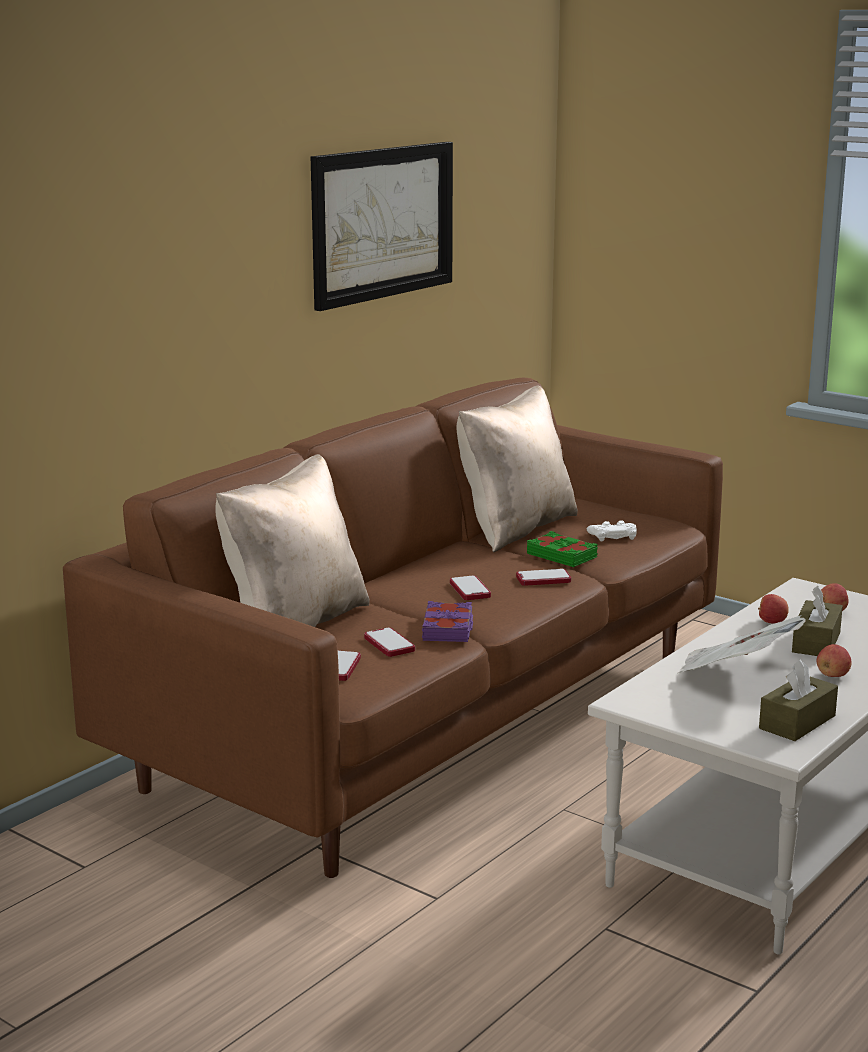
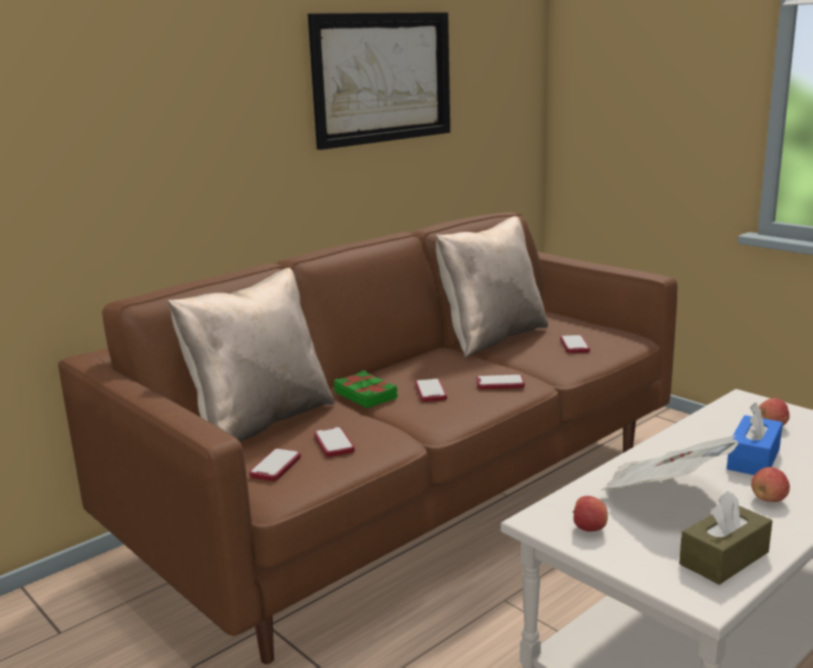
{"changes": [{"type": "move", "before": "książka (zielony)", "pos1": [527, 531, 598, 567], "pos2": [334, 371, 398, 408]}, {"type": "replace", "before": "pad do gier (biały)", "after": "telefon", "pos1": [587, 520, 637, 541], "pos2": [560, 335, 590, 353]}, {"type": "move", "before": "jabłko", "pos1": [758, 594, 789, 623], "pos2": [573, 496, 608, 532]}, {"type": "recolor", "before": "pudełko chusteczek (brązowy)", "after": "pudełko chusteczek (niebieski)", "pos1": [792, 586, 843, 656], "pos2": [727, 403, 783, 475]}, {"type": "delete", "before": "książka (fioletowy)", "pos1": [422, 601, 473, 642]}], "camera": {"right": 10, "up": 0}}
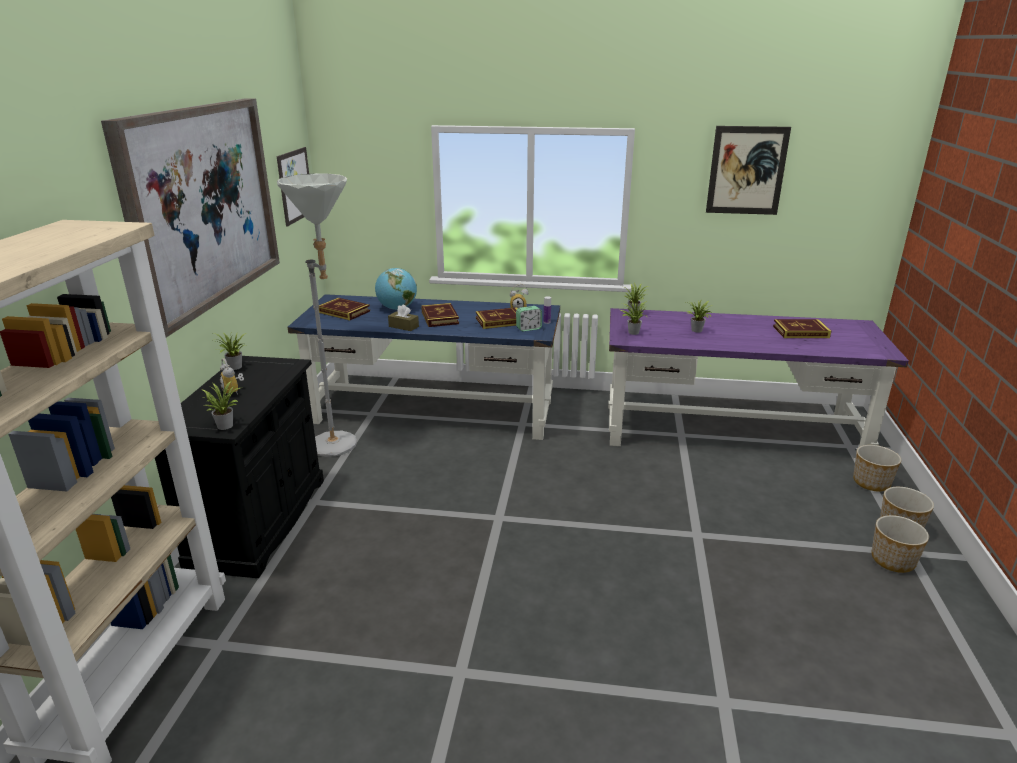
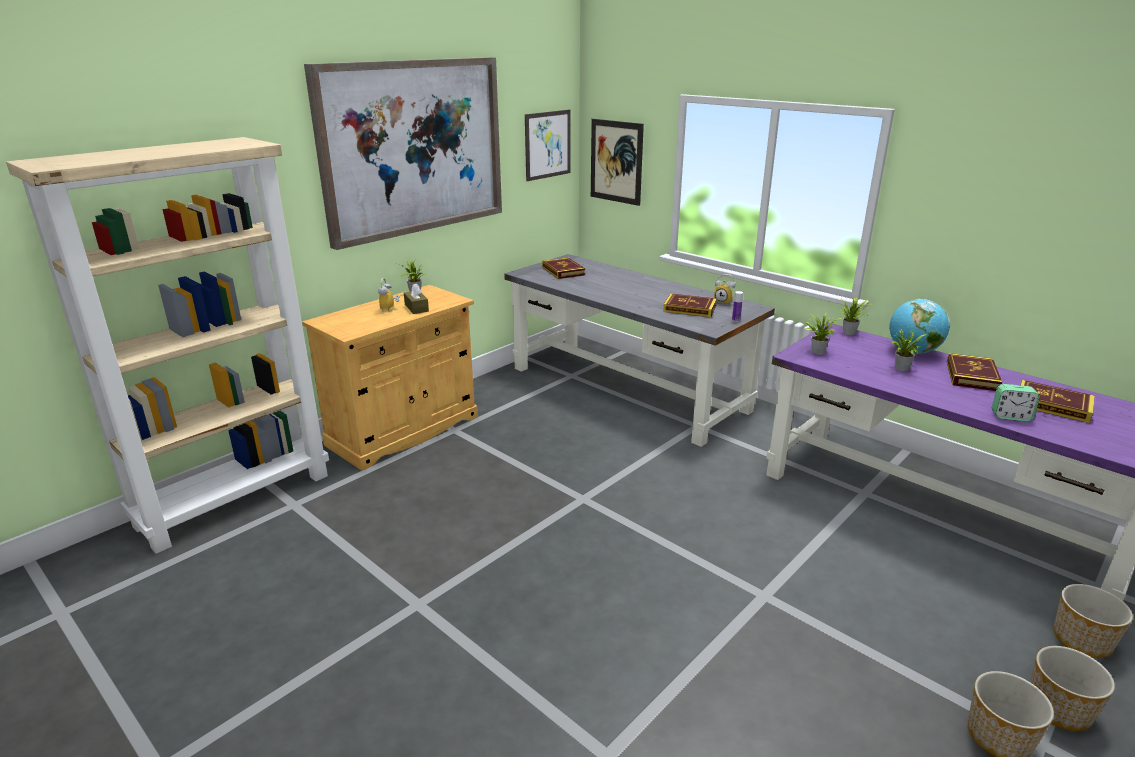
{"changes": [{"type": "recolor", "before": "szafka (czarny)", "after": "szafka (beżowy)", "pos1": [155, 356, 324, 578], "pos2": [302, 285, 478, 471]}, {"type": "move", "before": "pudełko chusteczek (brązowy)", "pos1": [388, 304, 419, 331], "pos2": [404, 283, 429, 314]}, {"type": "recolor", "before": "biurko (niebieski)", "after": "biurko (szary)", "pos1": [288, 294, 560, 440], "pos2": [504, 254, 775, 447]}, {"type": "move", "before": "obraz", "pos1": [706, 126, 791, 215], "pos2": [591, 119, 644, 206]}, {"type": "move", "before": "globus", "pos1": [375, 268, 417, 310], "pos2": [890, 299, 950, 354]}, {"type": "move", "before": "książka", "pos1": [421, 303, 459, 327], "pos2": [947, 353, 1002, 391]}, {"type": "move", "before": "budzik", "pos1": [516, 306, 542, 331], "pos2": [992, 384, 1040, 422]}, {"type": "delete", "before": "roślina doniczkowa", "pos1": [201, 381, 240, 430]}, {"type": "delete", "before": "lampa stojąca (szary)", "pos1": [277, 173, 357, 457]}], "camera": {"right": 35, "up": 0}}
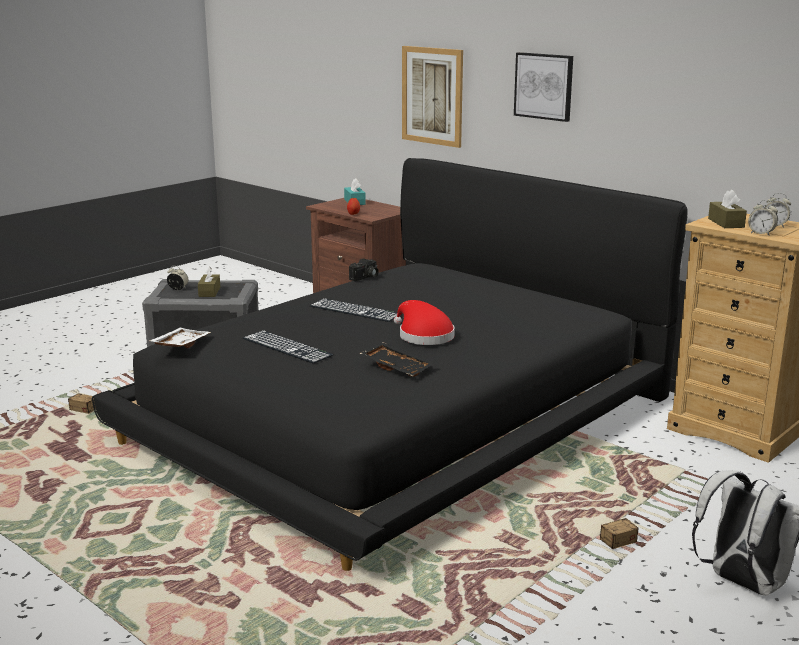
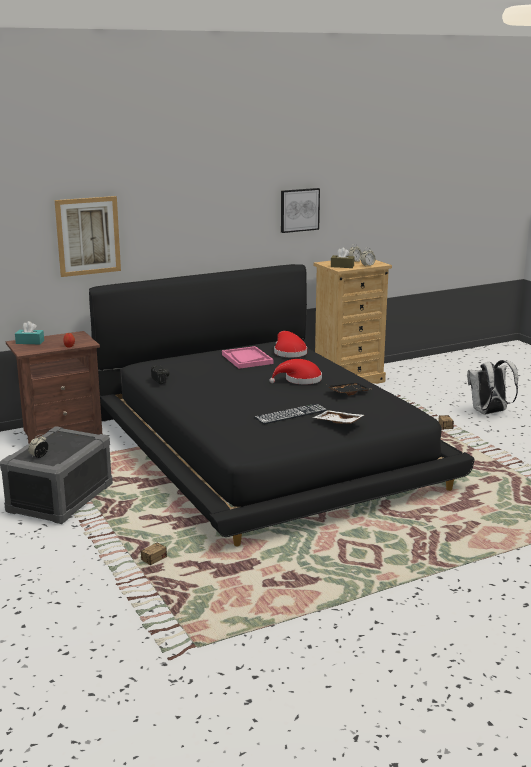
{"changes": [{"type": "insert", "after": "taca (różowy)", "pos2": [222, 346, 274, 369]}, {"type": "insert", "after": "kapelusz (czerwony)", "pos2": [274, 331, 307, 357]}, {"type": "move", "before": "obraz", "pos1": [514, 52, 573, 122], "pos2": [281, 188, 320, 233]}, {"type": "move", "before": "taca (biały)", "pos1": [149, 328, 211, 348], "pos2": [313, 410, 364, 424]}, {"type": "delete", "before": "pudełko chusteczek (brązowy)", "pos1": [198, 266, 220, 297]}, {"type": "delete", "before": "klawiatura", "pos1": [310, 298, 397, 322]}], "camera": {"right": -70, "up": 0}}
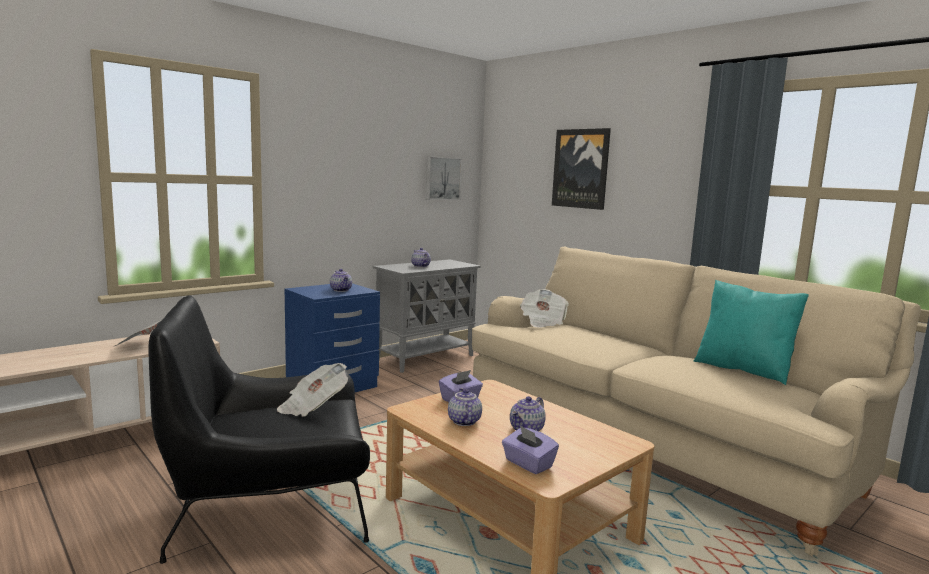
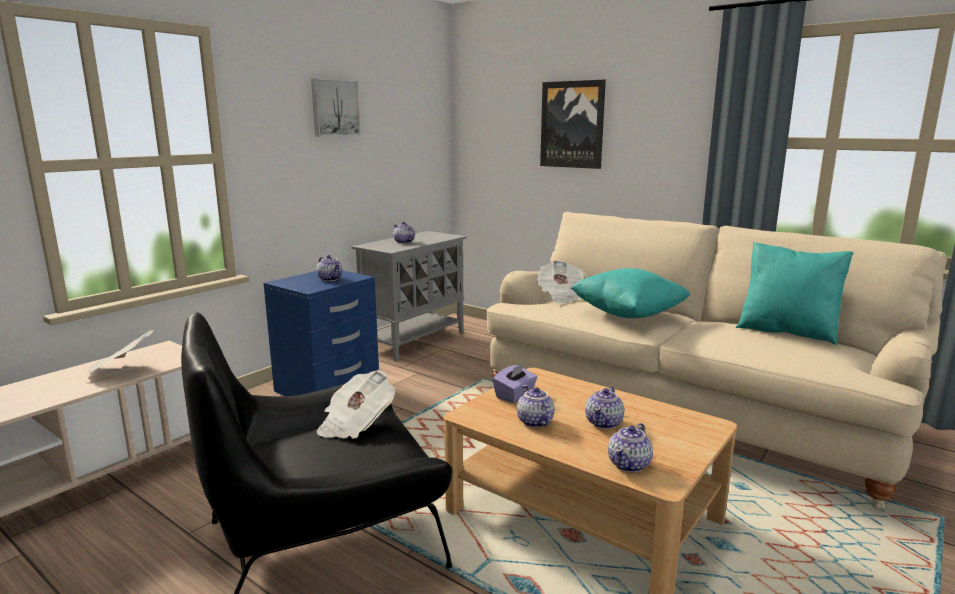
{"changes": [{"type": "move", "before": "obraz", "pos1": [426, 156, 462, 200], "pos2": [311, 78, 361, 136]}, {"type": "insert", "after": "poduszka (turkusowy)", "pos2": [570, 268, 690, 318]}, {"type": "replace", "before": "pudełko chusteczek (fioletowy)", "after": "imbryk", "pos1": [502, 425, 559, 474], "pos2": [608, 423, 653, 472]}], "camera": {"right": -10, "up": 5}}
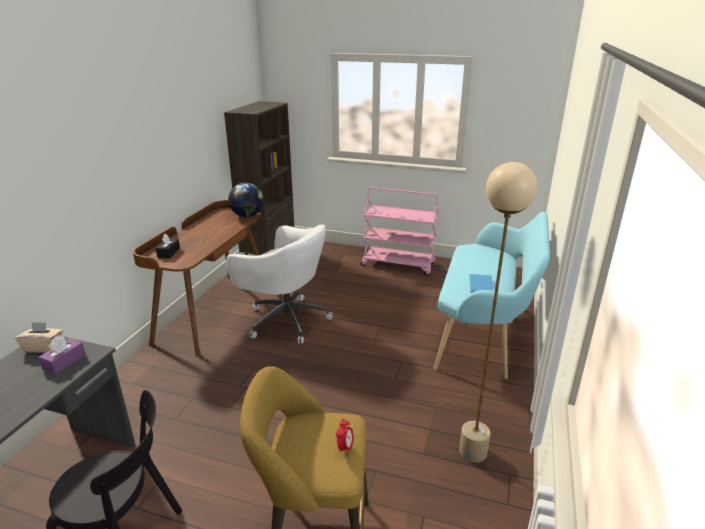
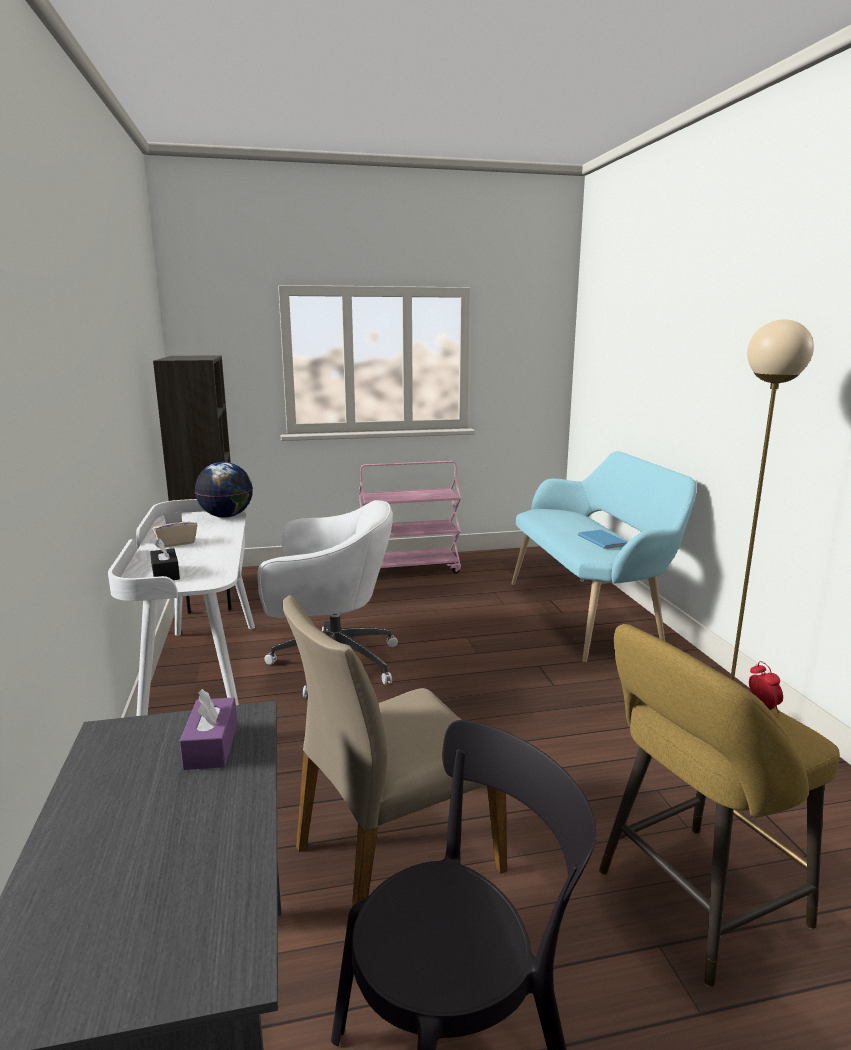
{"changes": [{"type": "recolor", "before": "biurko (brązowy)", "after": "biurko (biały)", "pos1": [133, 200, 261, 357], "pos2": [108, 499, 255, 716]}, {"type": "move", "before": "pudełko chusteczek (beżowy)", "pos1": [15, 322, 63, 353], "pos2": [152, 511, 197, 547]}, {"type": "insert", "after": "krzesło (beżowy)", "pos2": [283, 595, 507, 907]}], "camera": {"right": -30, "up": -10}}
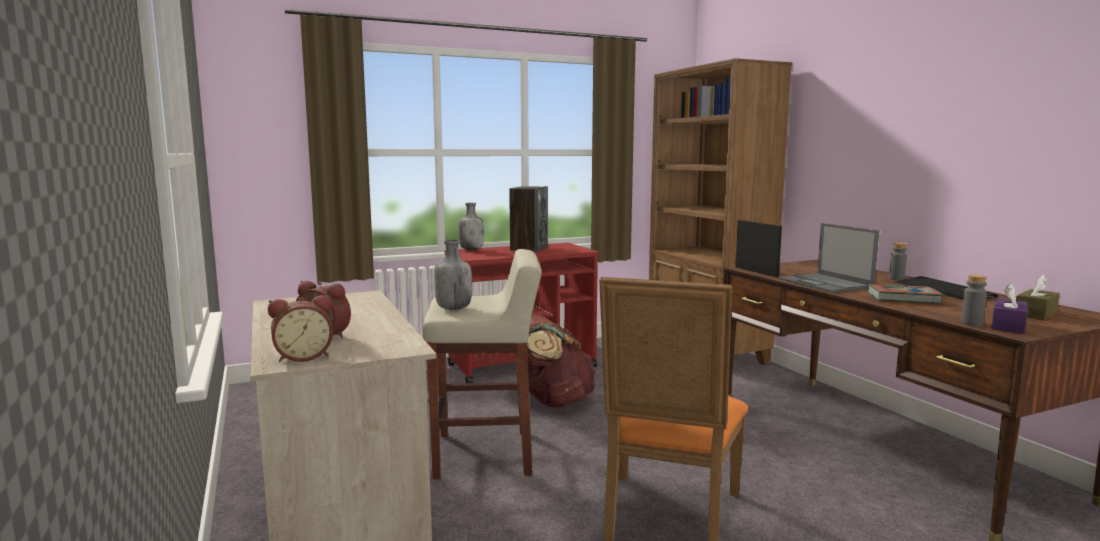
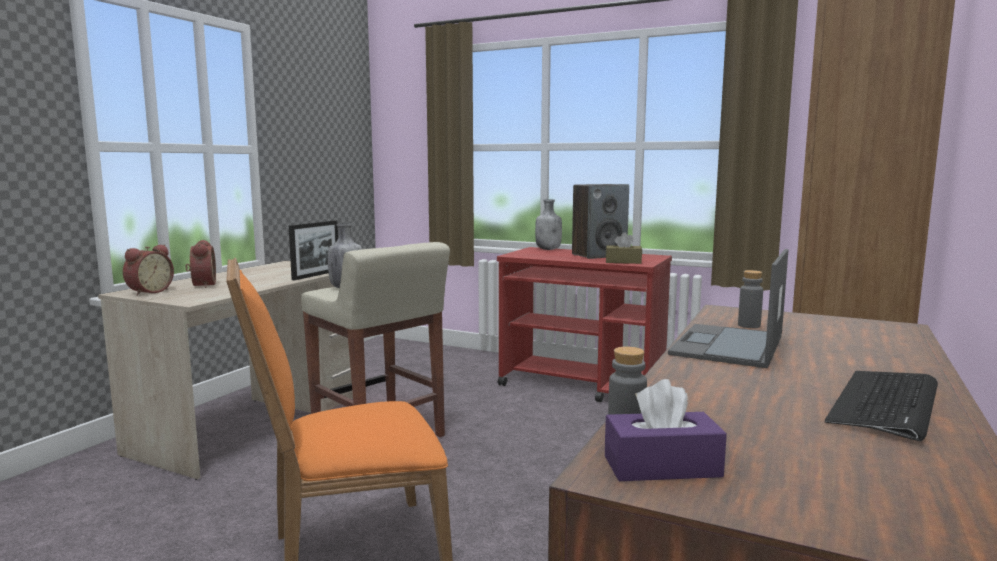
{"changes": [{"type": "rotate", "before": "budzik", "pos1": [268, 295, 333, 362], "pos2": [123, 244, 174, 296], "turn": -90}, {"type": "move", "before": "ramka na zdjęcie", "pos1": [735, 220, 782, 277], "pos2": [289, 220, 338, 280]}, {"type": "move", "before": "pudełko chusteczek (brązowy)", "pos1": [1016, 275, 1060, 320], "pos2": [606, 232, 642, 264]}, {"type": "move", "before": "butelka (szary)", "pos1": [889, 243, 907, 280], "pos2": [738, 270, 763, 328]}, {"type": "delete", "before": "plecak (brązowy)", "pos1": [527, 314, 597, 408]}, {"type": "delete", "before": "książka", "pos1": [867, 284, 943, 304]}], "camera": {"right": 50, "up": 0}}
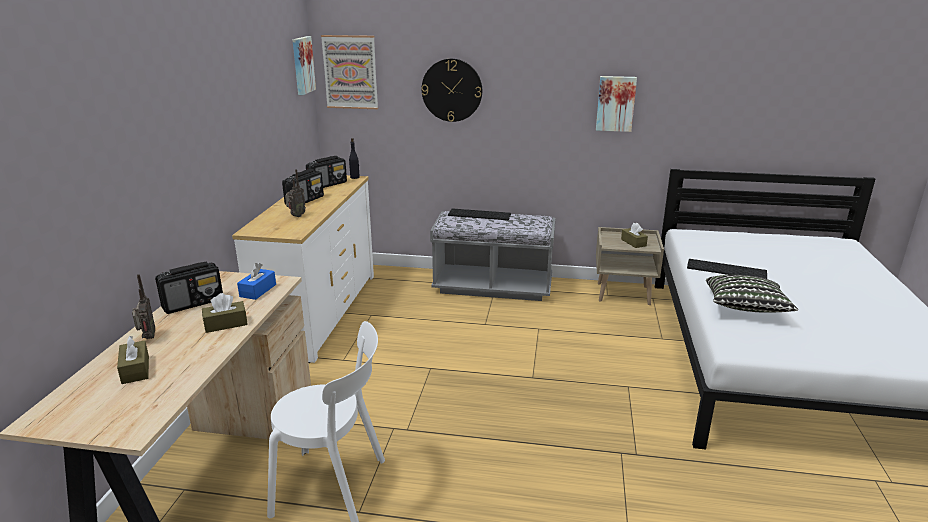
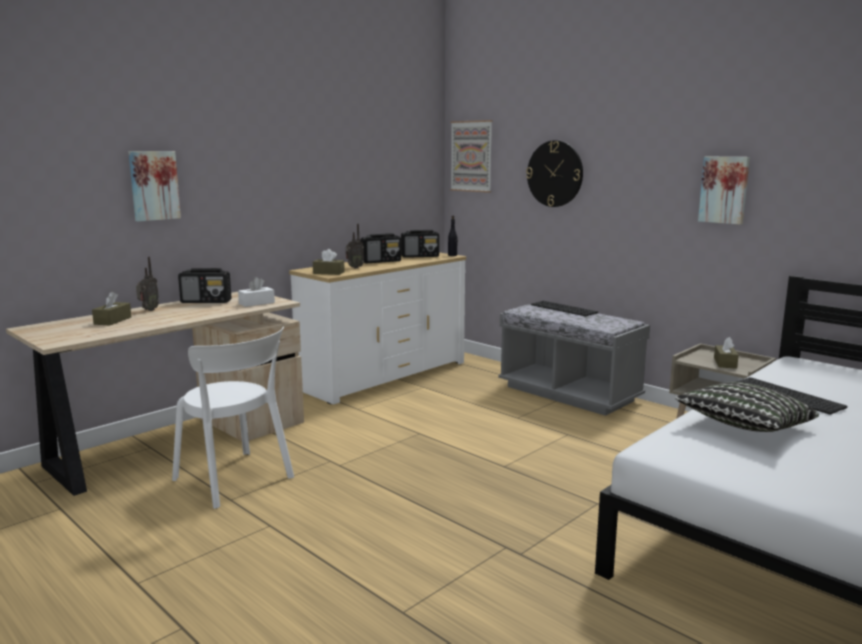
{"changes": [{"type": "move", "before": "obraz", "pos1": [292, 36, 316, 95], "pos2": [128, 151, 181, 222]}, {"type": "recolor", "before": "pudełko chusteczek (niebieski)", "after": "pudełko chusteczek (biały)", "pos1": [237, 263, 276, 300], "pos2": [238, 277, 275, 307]}, {"type": "move", "before": "pudełko chusteczek (brązowy)", "pos1": [202, 293, 248, 333], "pos2": [313, 249, 345, 275]}], "camera": {"right": 35, "up": -10}}
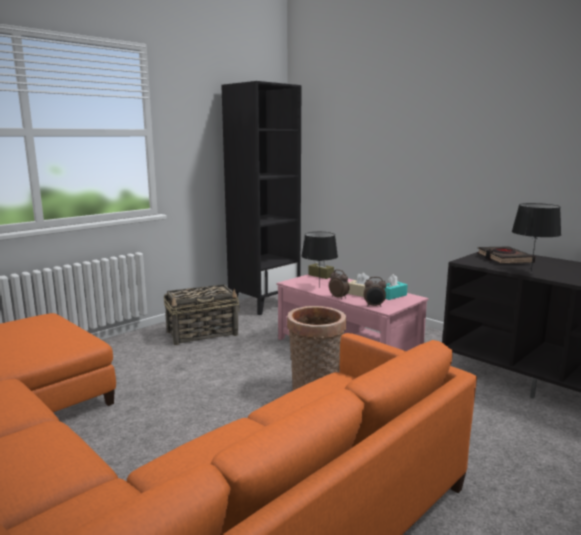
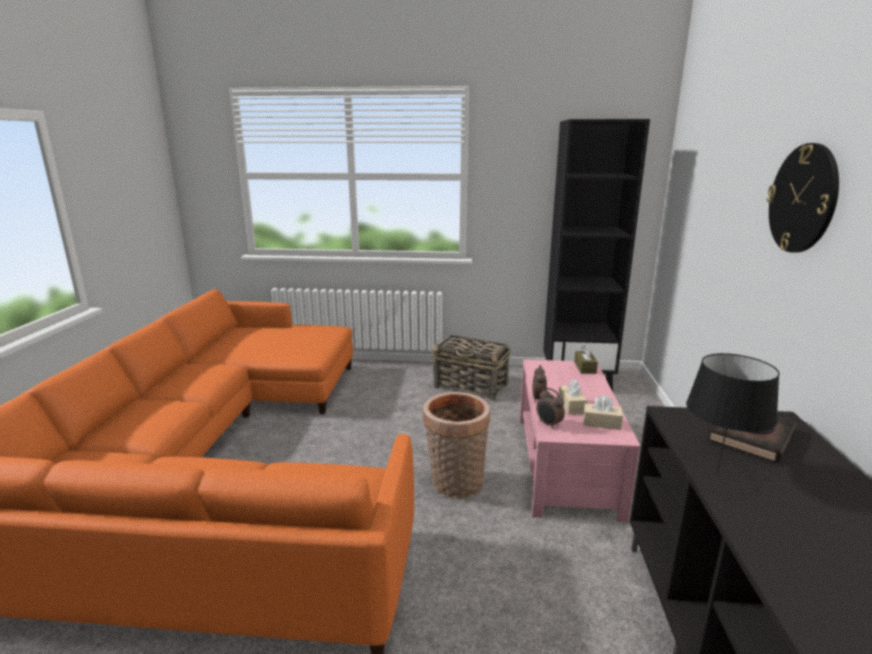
{"changes": [{"type": "recolor", "before": "pudełko chusteczek (turkusowy)", "after": "pudełko chusteczek (beżowy)", "pos1": [384, 274, 408, 300], "pos2": [583, 395, 623, 430]}, {"type": "insert", "after": "zegar ścienny", "pos2": [767, 143, 839, 252]}, {"type": "delete", "before": "lampa stołowa (czarny)", "pos1": [301, 232, 338, 282]}], "camera": {"right": 50, "up": 5}}
